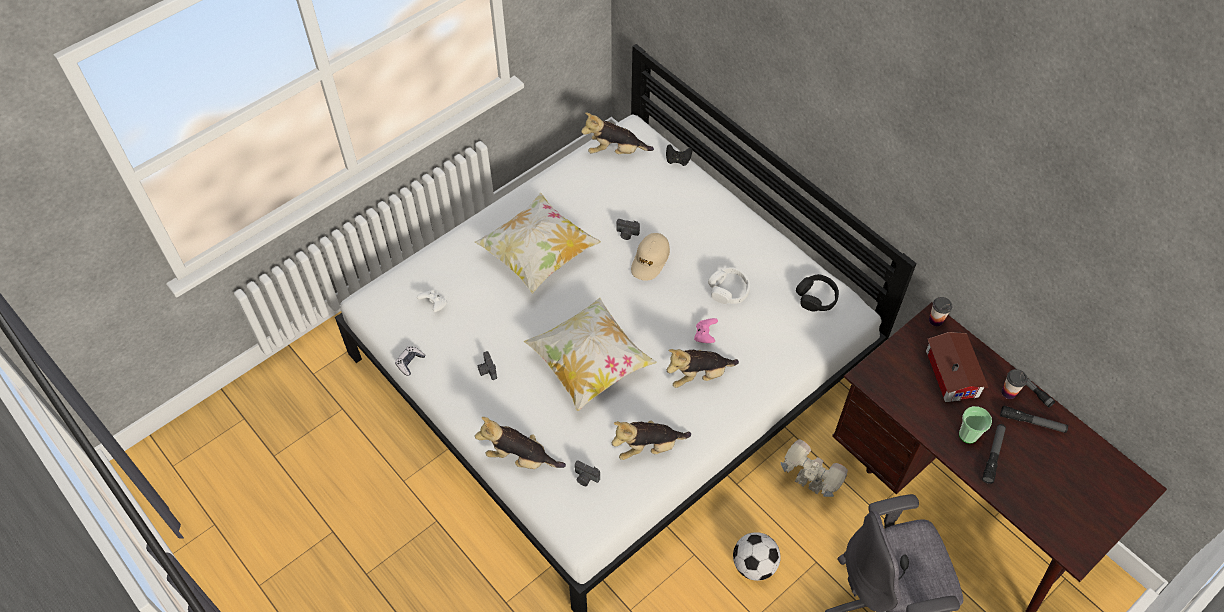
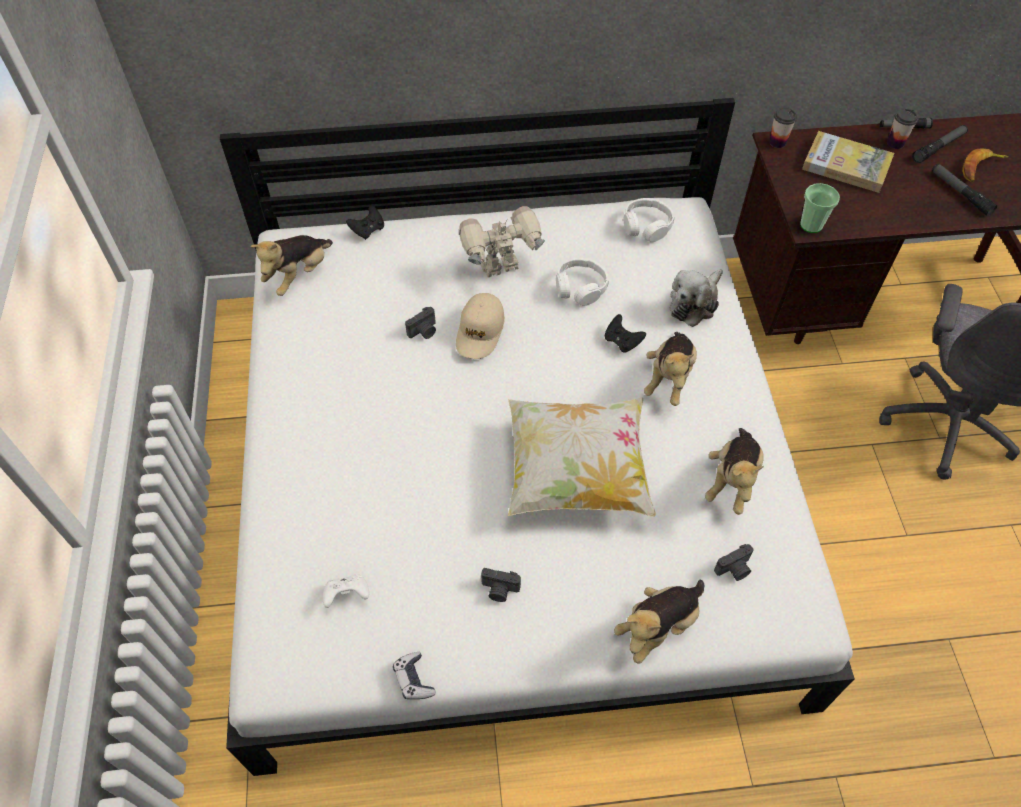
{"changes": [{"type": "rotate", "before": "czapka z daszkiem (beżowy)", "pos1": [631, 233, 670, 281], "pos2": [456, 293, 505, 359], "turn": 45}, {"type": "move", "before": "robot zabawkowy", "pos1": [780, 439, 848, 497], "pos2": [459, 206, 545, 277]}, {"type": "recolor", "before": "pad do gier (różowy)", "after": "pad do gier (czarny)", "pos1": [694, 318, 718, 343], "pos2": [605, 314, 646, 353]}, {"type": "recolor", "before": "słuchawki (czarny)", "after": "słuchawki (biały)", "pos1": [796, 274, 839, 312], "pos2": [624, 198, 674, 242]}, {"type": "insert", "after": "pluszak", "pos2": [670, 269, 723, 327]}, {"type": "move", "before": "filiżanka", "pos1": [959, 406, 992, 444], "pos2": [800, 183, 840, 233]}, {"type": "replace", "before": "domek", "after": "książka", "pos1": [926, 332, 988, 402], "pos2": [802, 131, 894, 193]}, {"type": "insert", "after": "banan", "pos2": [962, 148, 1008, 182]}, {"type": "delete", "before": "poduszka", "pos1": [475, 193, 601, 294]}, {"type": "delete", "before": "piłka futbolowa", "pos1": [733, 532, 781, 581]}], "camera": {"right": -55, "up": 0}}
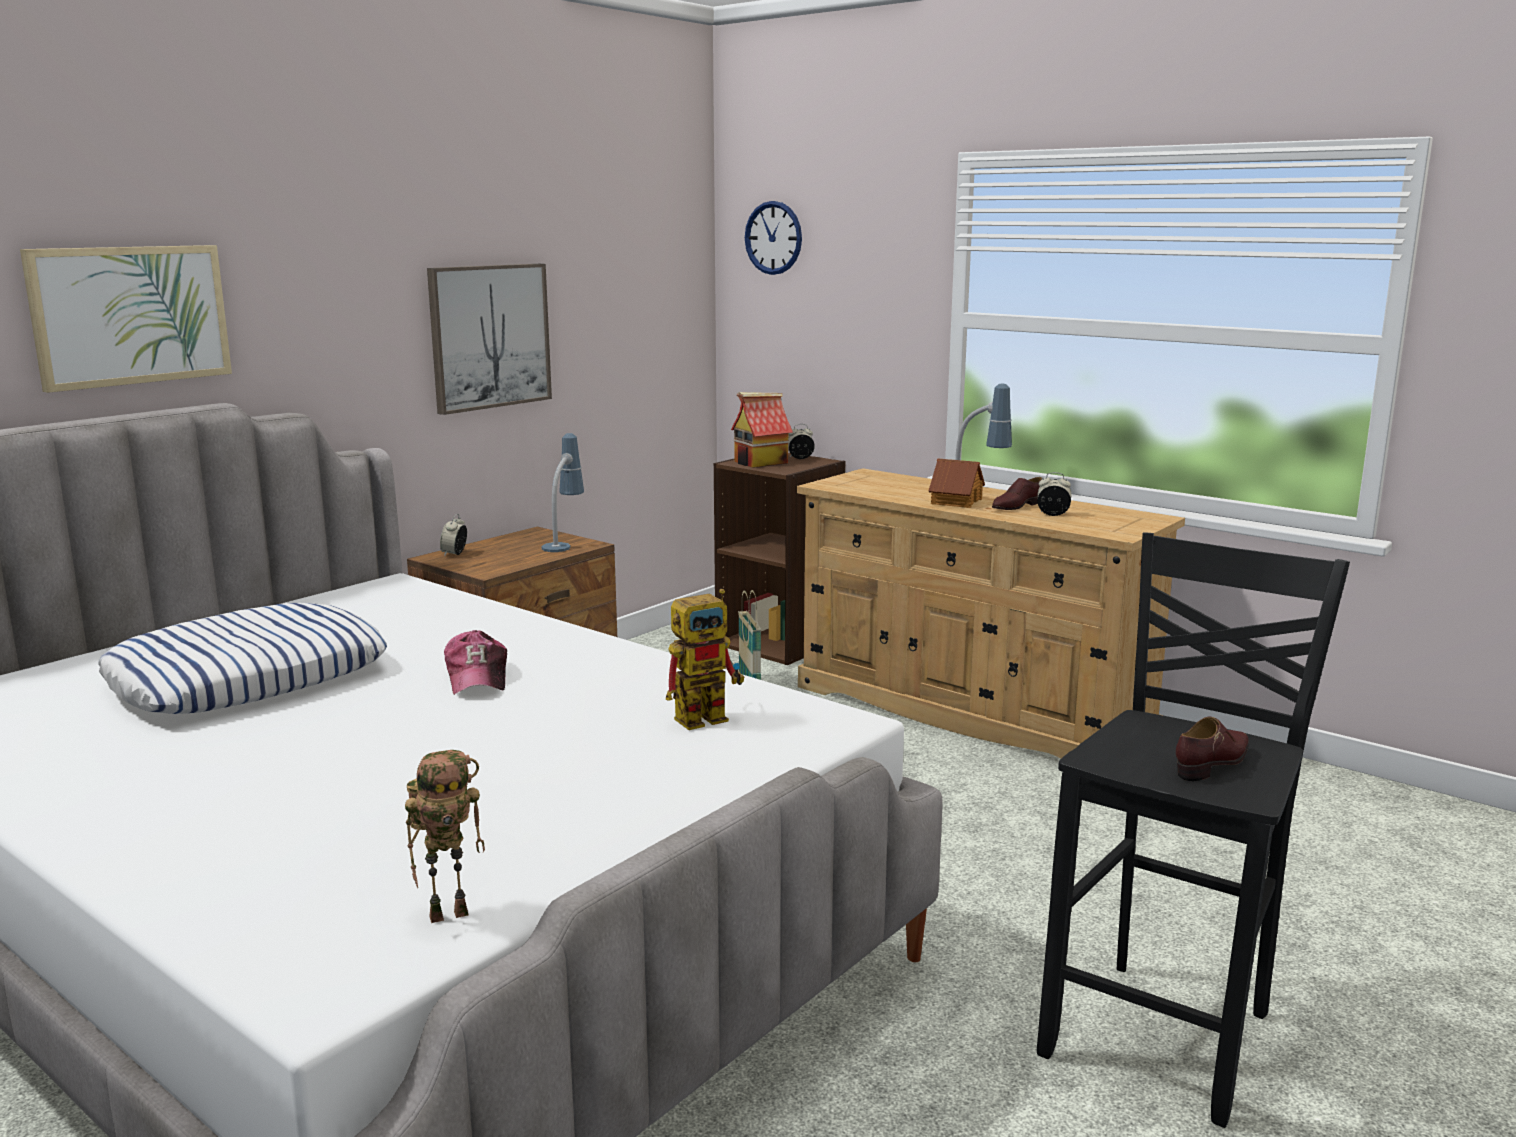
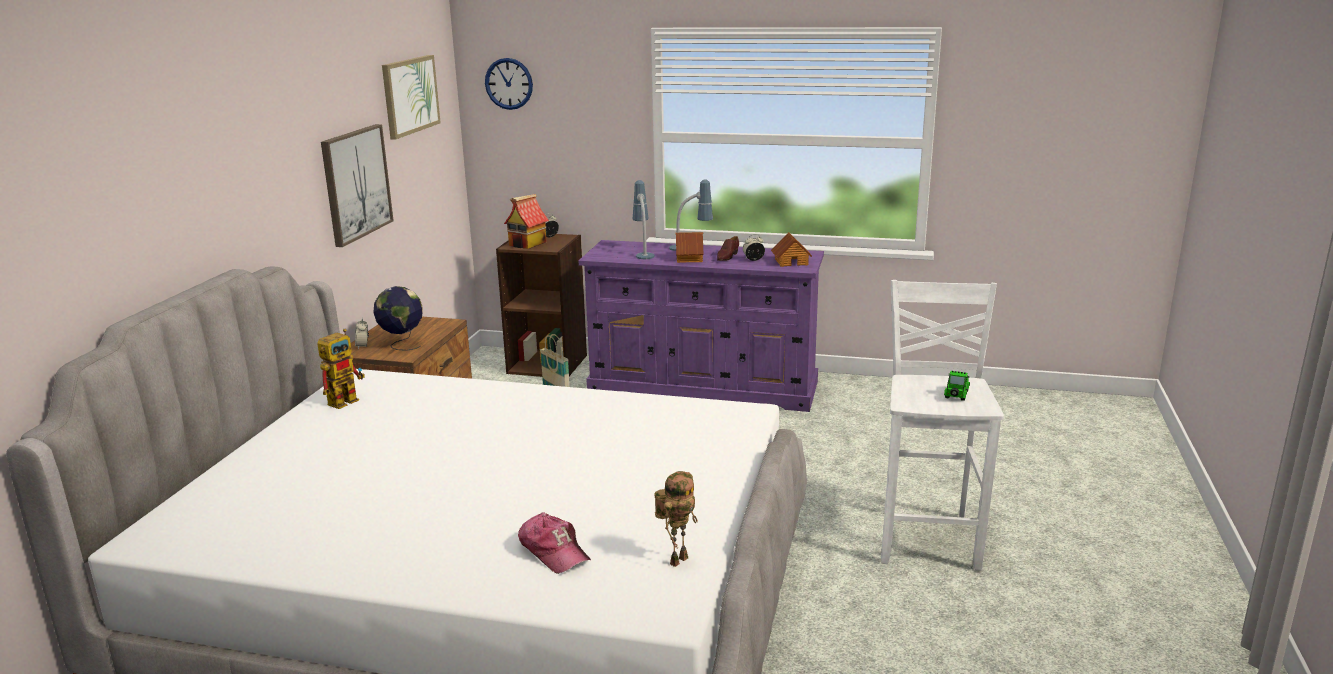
{"changes": [{"type": "move", "before": "robot zabawkowy", "pos1": [666, 589, 744, 730], "pos2": [317, 329, 365, 409]}, {"type": "insert", "after": "globus", "pos2": [373, 286, 423, 351]}, {"type": "move", "before": "obraz", "pos1": [20, 245, 232, 393], "pos2": [382, 55, 441, 139]}, {"type": "move", "before": "czapka z daszkiem", "pos1": [444, 630, 507, 695], "pos2": [518, 512, 591, 574]}, {"type": "recolor", "before": "komoda (beżowy)", "after": "komoda (fioletowy)", "pos1": [797, 468, 1185, 759], "pos2": [578, 240, 824, 412]}, {"type": "move", "before": "lampa stołowa", "pos1": [541, 433, 584, 552], "pos2": [633, 180, 654, 259]}, {"type": "insert", "after": "domek", "pos2": [771, 232, 812, 267]}, {"type": "recolor", "before": "stołek (czarny)", "after": "stołek (biały)", "pos1": [1037, 532, 1350, 1128], "pos2": [881, 280, 1004, 571]}, {"type": "replace", "before": "but (brązowy)", "after": "samochodzik", "pos1": [1176, 717, 1249, 781], "pos2": [944, 371, 970, 401]}, {"type": "delete", "before": "poduszka", "pos1": [98, 603, 387, 714]}], "camera": {"right": -25, "up": 5}}
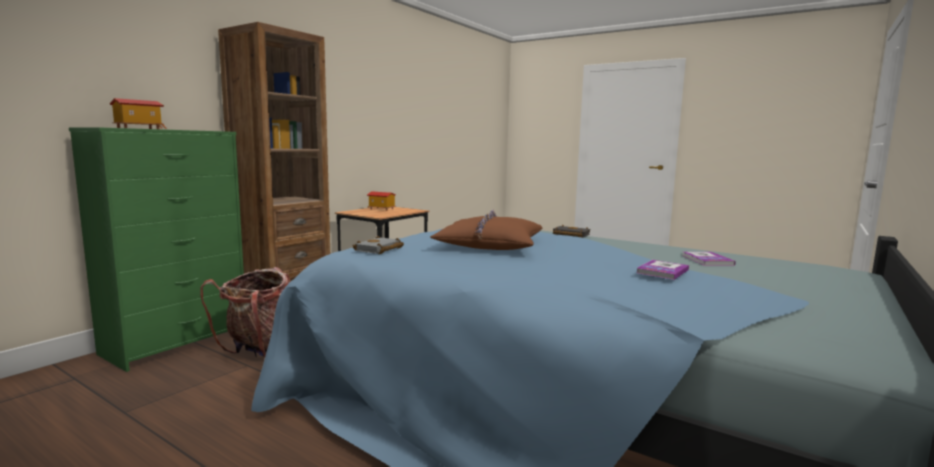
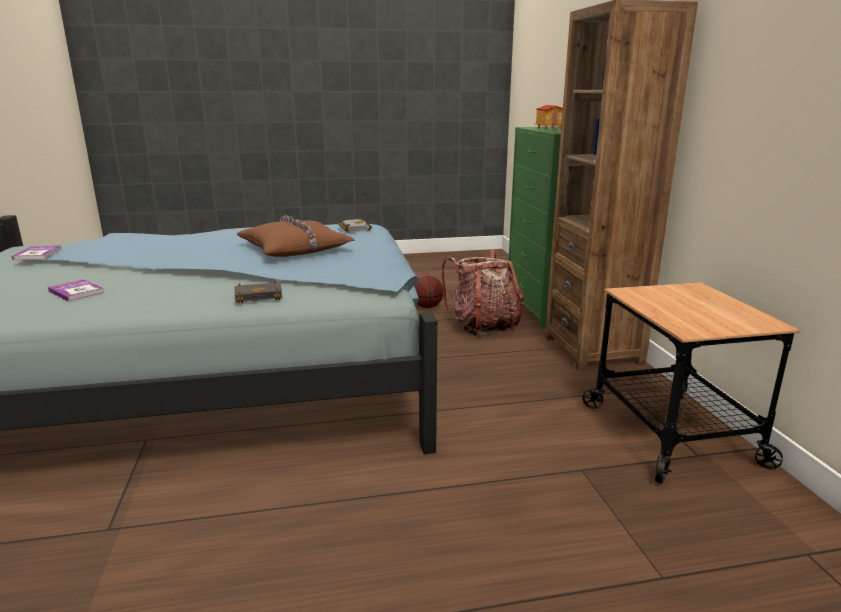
{"changes": [{"type": "move", "before": "książka", "pos1": [637, 260, 689, 280], "pos2": [11, 245, 62, 260]}, {"type": "insert", "after": "piłka do koszykówki", "pos2": [414, 276, 443, 308]}, {"type": "delete", "before": "domek", "pos1": [367, 191, 396, 211]}], "camera": {"right": 135, "up": 10}}
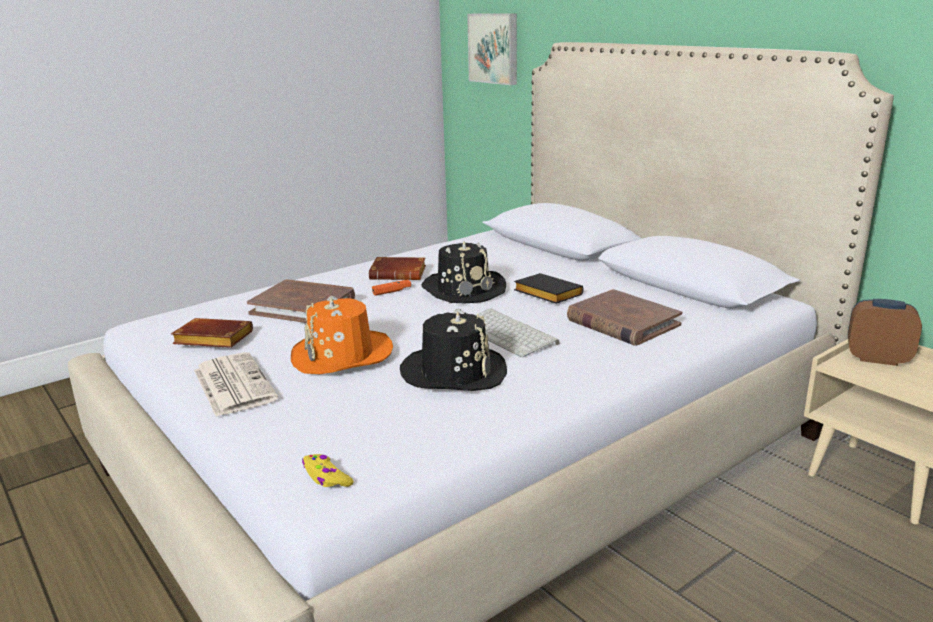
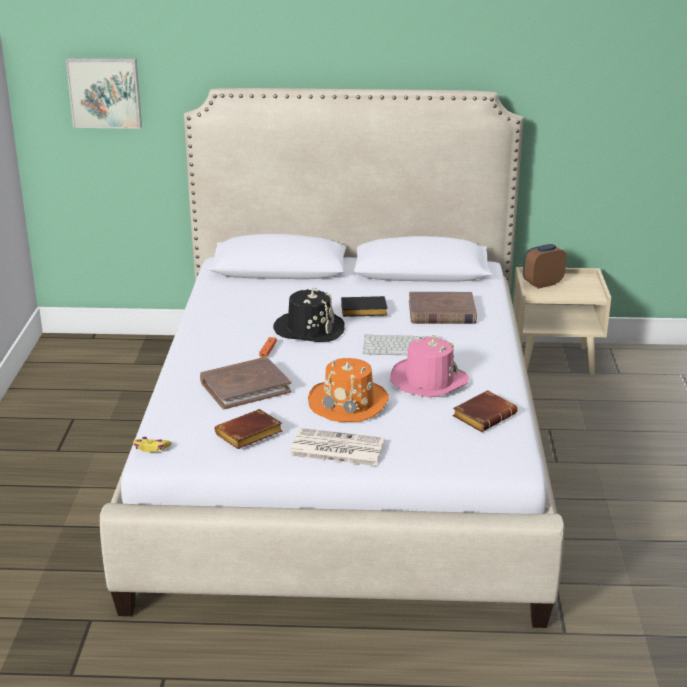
{"changes": [{"type": "move", "before": "pad do gier (żółty)", "pos1": [302, 454, 354, 487], "pos2": [133, 437, 172, 452]}, {"type": "recolor", "before": "kapelusz (czarny)", "after": "kapelusz (różowy)", "pos1": [400, 308, 507, 391], "pos2": [390, 335, 469, 397]}, {"type": "move", "before": "książka (brązowy)", "pos1": [369, 257, 426, 280], "pos2": [452, 390, 518, 432]}], "camera": {"right": -50, "up": 5}}
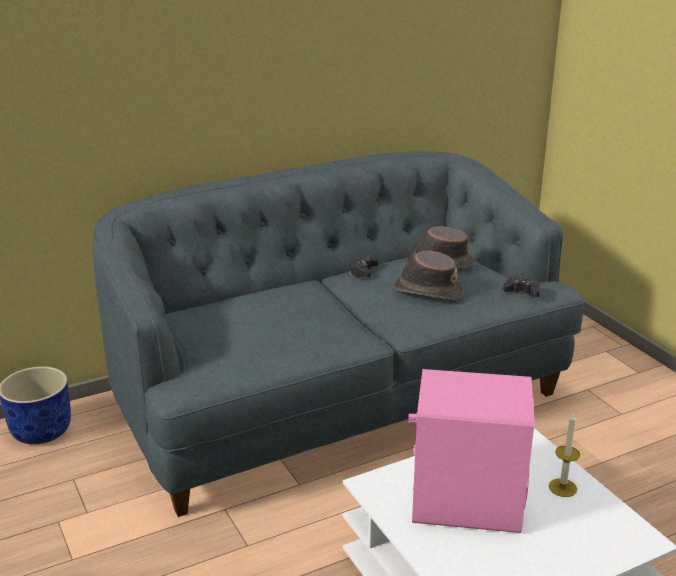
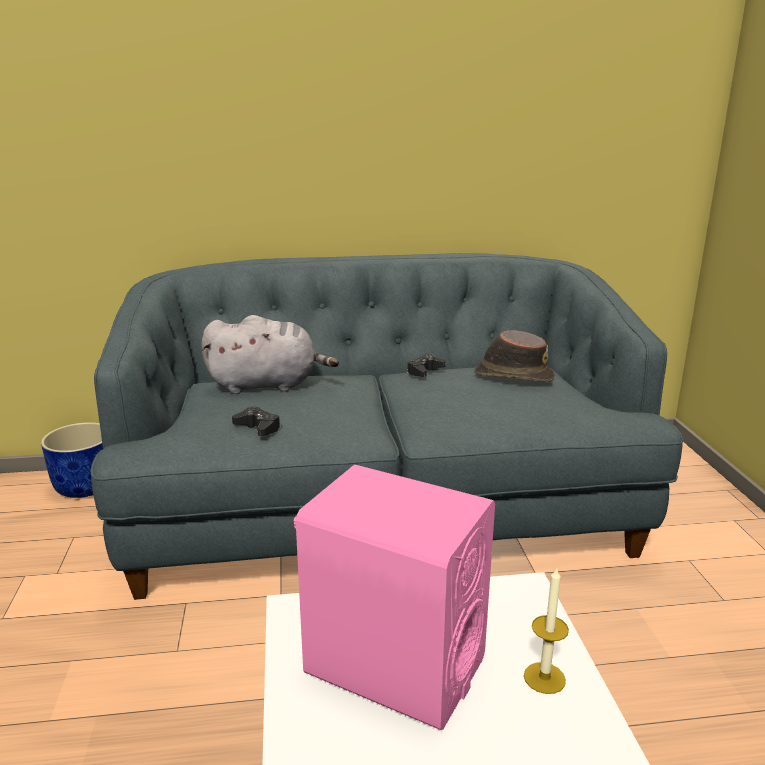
{"changes": [{"type": "insert", "after": "pluszak (szary)", "pos2": [202, 315, 339, 394]}, {"type": "move", "before": "pad do gier (czarny)", "pos1": [502, 276, 540, 297], "pos2": [232, 407, 281, 436]}, {"type": "delete", "before": "kapelusz (brązowy)", "pos1": [394, 250, 464, 300]}], "camera": {"right": 20, "up": -5}}
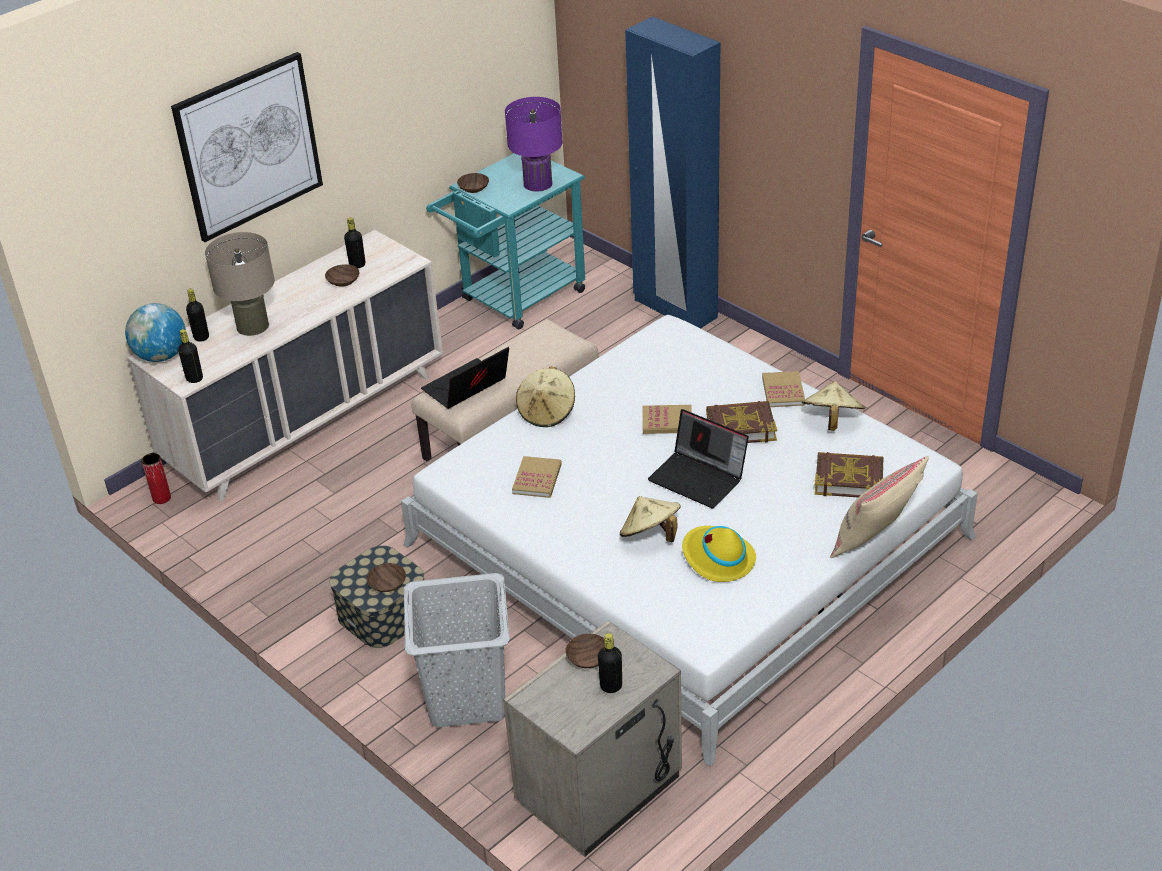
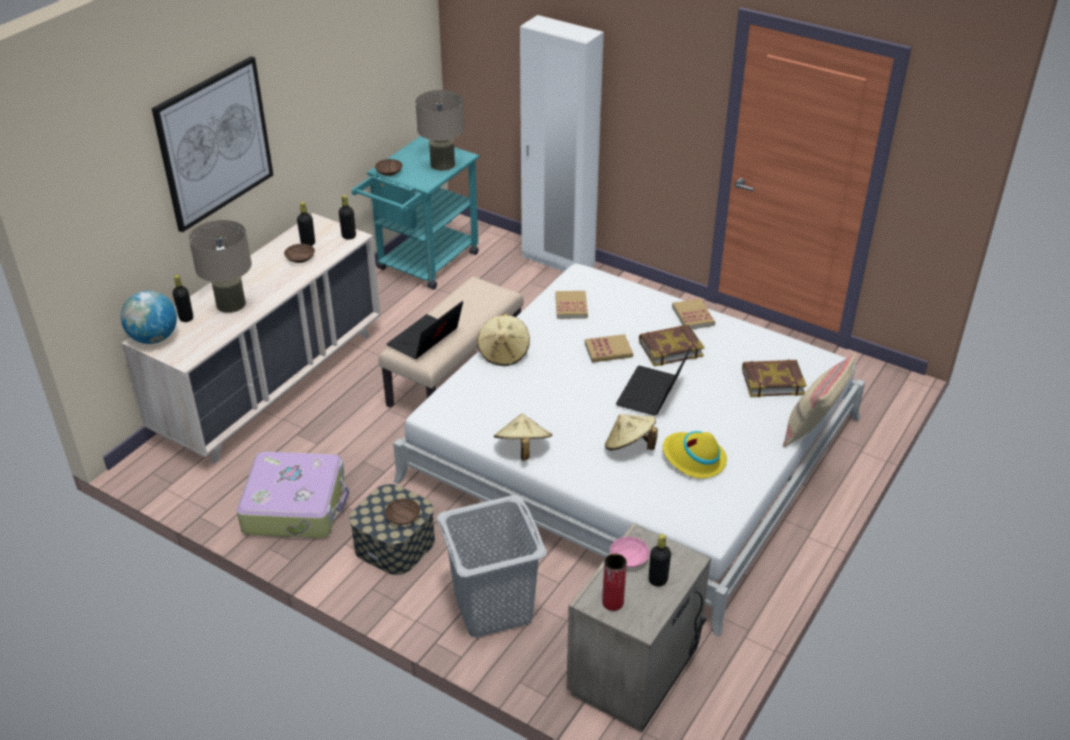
{"changes": [{"type": "insert", "after": "walizka", "pos2": [237, 452, 349, 538]}, {"type": "move", "before": "butelka (czarny)", "pos1": [178, 329, 203, 383], "pos2": [339, 195, 356, 240]}, {"type": "recolor", "before": "lampa stołowa (fioletowy)", "after": "lampa stołowa (beżowy)", "pos1": [505, 97, 563, 192], "pos2": [415, 90, 464, 171]}, {"type": "move", "before": "kapelusz (beżowy)", "pos1": [802, 381, 865, 431], "pos2": [494, 413, 552, 461]}, {"type": "recolor", "before": "szafa (niebieski)", "after": "szafa (biały)", "pos1": [625, 17, 720, 329], "pos2": [520, 15, 604, 272]}, {"type": "move", "before": "książka", "pos1": [512, 456, 562, 498], "pos2": [555, 291, 588, 319]}, {"type": "move", "before": "wazon (czerwony)", "pos1": [142, 453, 171, 504], "pos2": [602, 554, 627, 611]}, {"type": "recolor", "before": "miska (brązowy)", "after": "miska (różowy)", "pos1": [565, 634, 605, 668], "pos2": [610, 537, 650, 568]}, {"type": "rotate", "before": "laptop", "pos1": [648, 409, 749, 508], "pos2": [616, 347, 691, 416], "turn": 90}], "camera": {"right": -15, "up": 0}}
